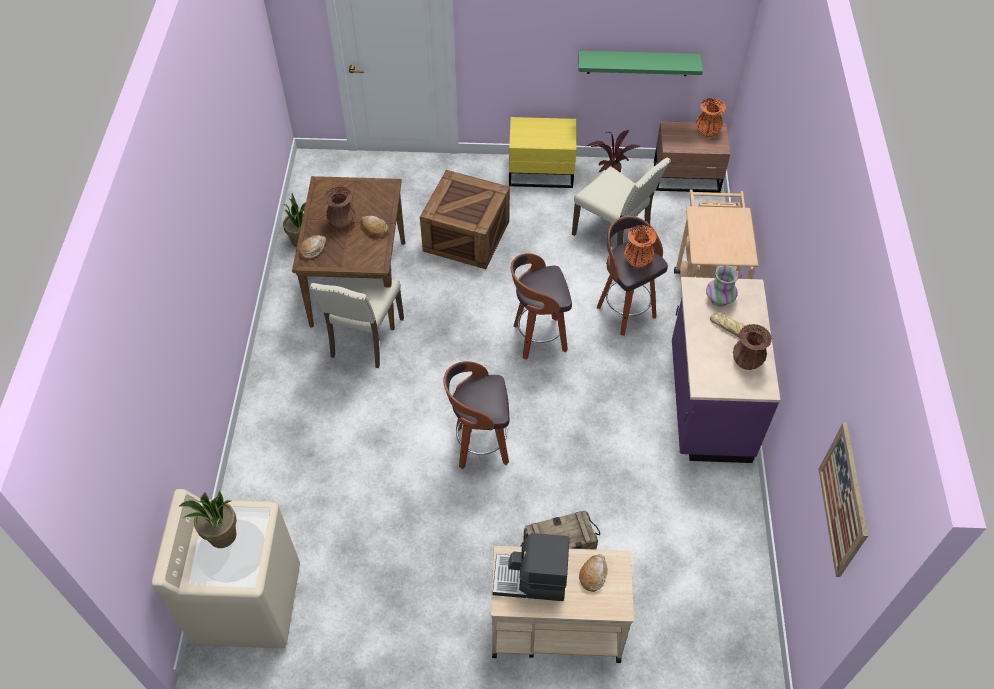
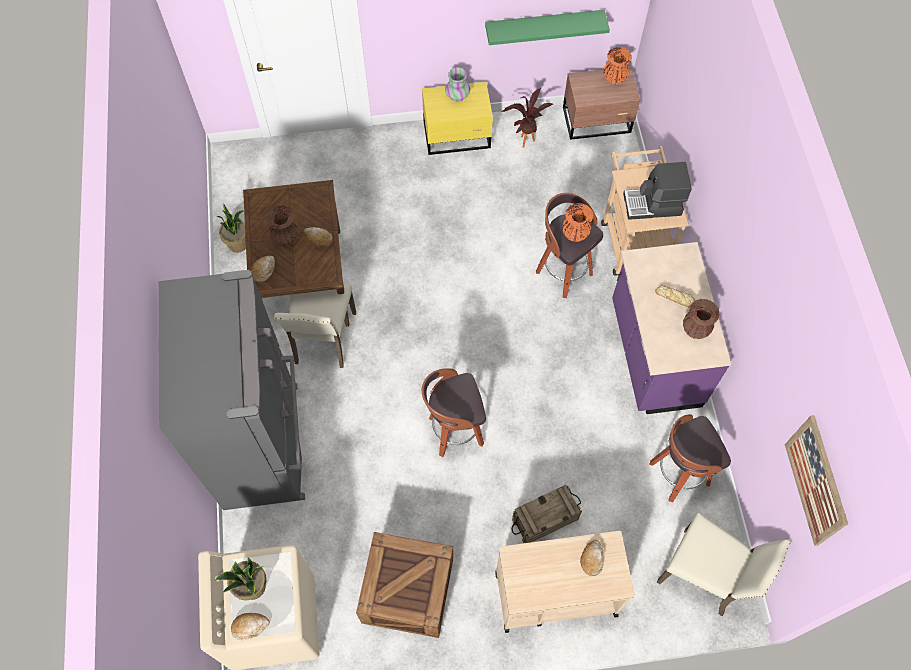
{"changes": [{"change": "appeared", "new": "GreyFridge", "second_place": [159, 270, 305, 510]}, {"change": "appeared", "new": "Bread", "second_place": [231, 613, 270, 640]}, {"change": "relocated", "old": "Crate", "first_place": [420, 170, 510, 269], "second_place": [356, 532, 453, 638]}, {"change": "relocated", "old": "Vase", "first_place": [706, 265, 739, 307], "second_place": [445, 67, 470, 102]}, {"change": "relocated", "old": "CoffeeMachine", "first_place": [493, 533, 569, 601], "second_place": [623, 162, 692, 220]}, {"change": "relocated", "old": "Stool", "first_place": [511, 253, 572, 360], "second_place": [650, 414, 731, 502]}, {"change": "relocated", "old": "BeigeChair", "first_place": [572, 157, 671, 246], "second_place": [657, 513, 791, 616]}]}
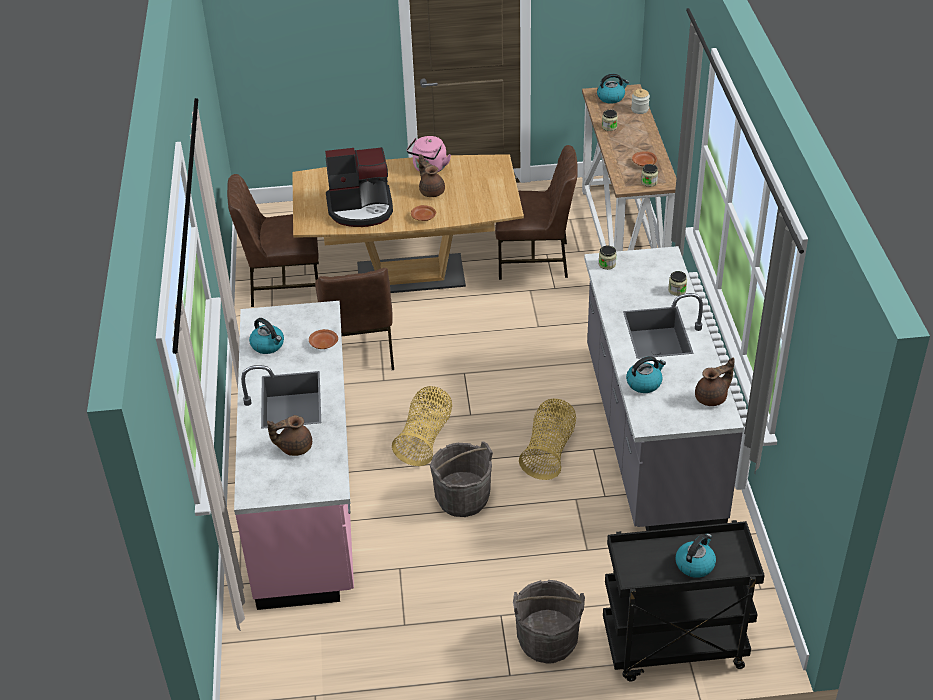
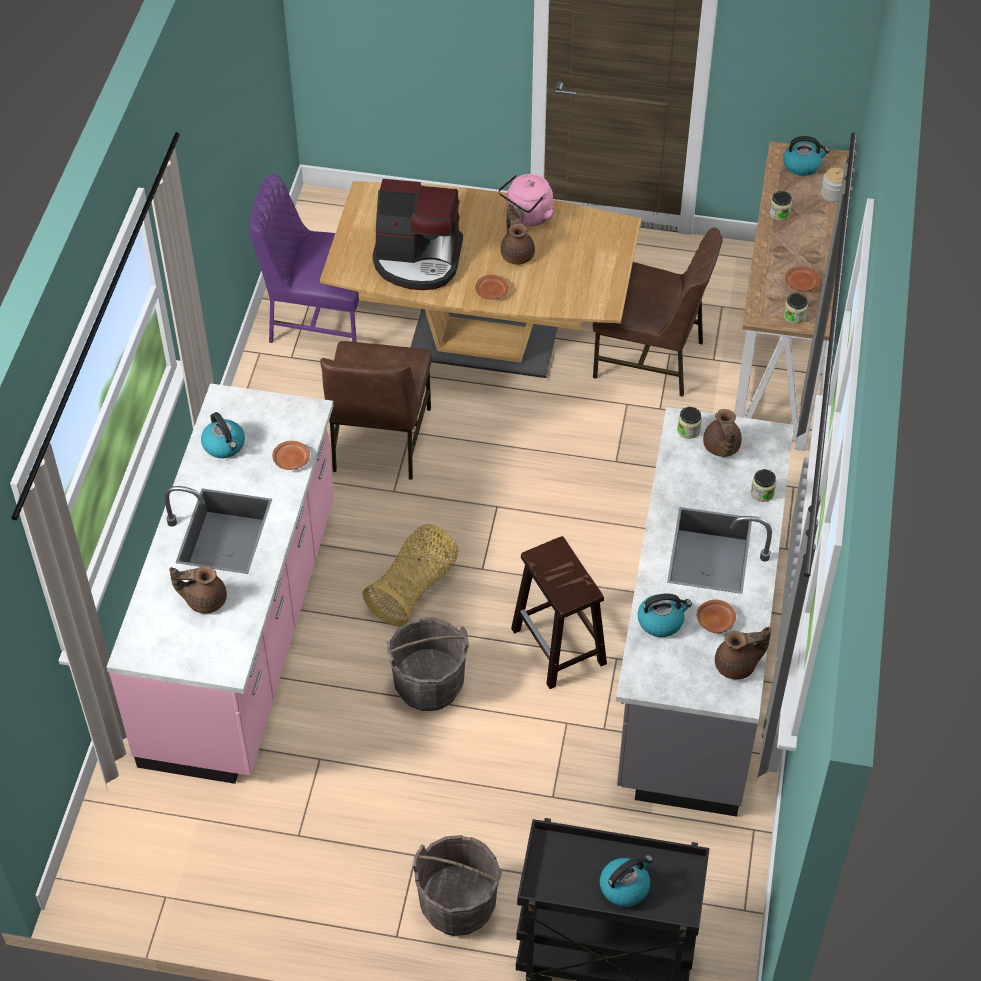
{"changes": [{"change": "colour", "old": "BrownChair", "new": "PurpleChair", "first_place": [227, 174, 319, 307], "second_place": [249, 174, 359, 343]}, {"change": "exchanged", "old": "Basket", "new": "BrownStool", "first_place": [519, 399, 576, 480], "second_place": [511, 536, 607, 689]}, {"change": "appeared", "new": "BrownPlate", "second_place": [697, 600, 736, 633]}, {"change": "appeared", "new": "BrownTeapot", "second_place": [703, 409, 742, 457]}]}
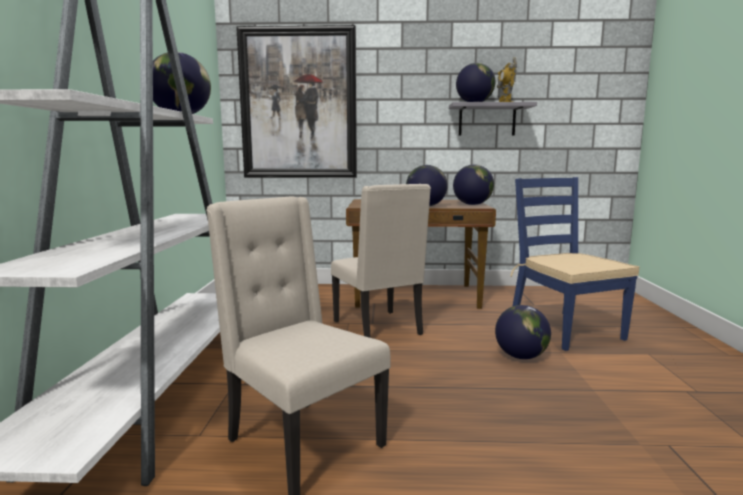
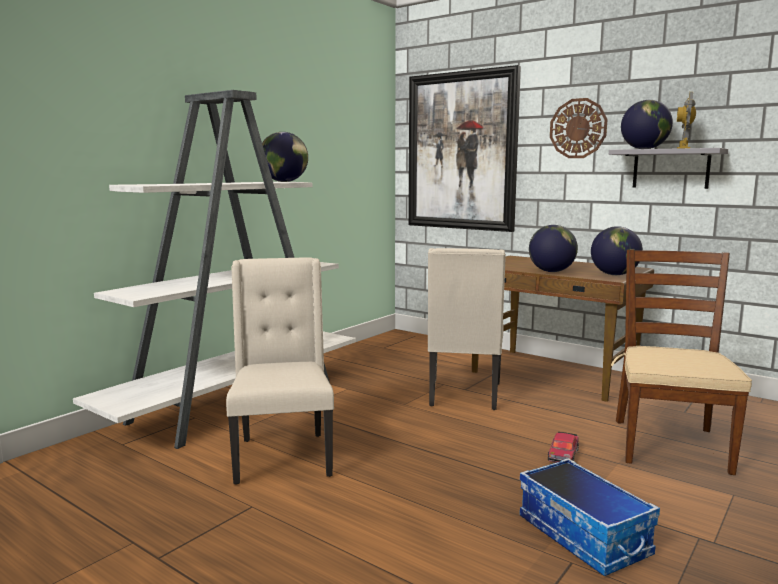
{"changes": [{"change": "appeared", "new": "StorageBox", "second_place": [520, 458, 660, 576]}, {"change": "exchanged", "old": "Globe", "new": "ToyCar", "first_place": [495, 305, 551, 359], "second_place": [548, 432, 579, 463]}, {"change": "appeared", "new": "WallClock", "second_place": [550, 98, 608, 158]}, {"change": "colour", "old": "BlueChair", "new": "BrownChair", "first_place": [510, 177, 639, 351], "second_place": [611, 250, 752, 475]}]}
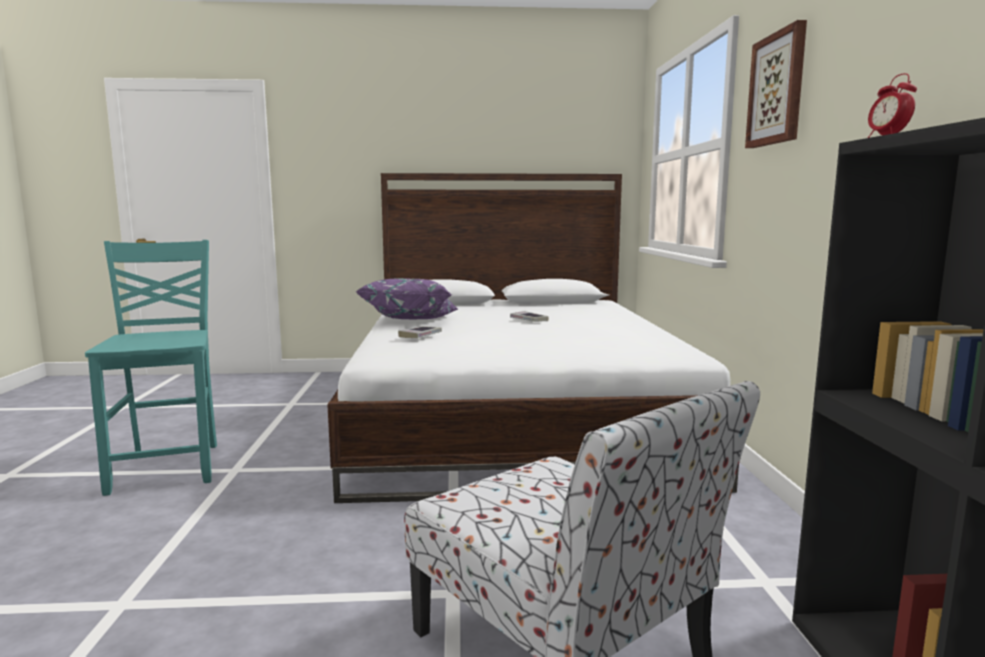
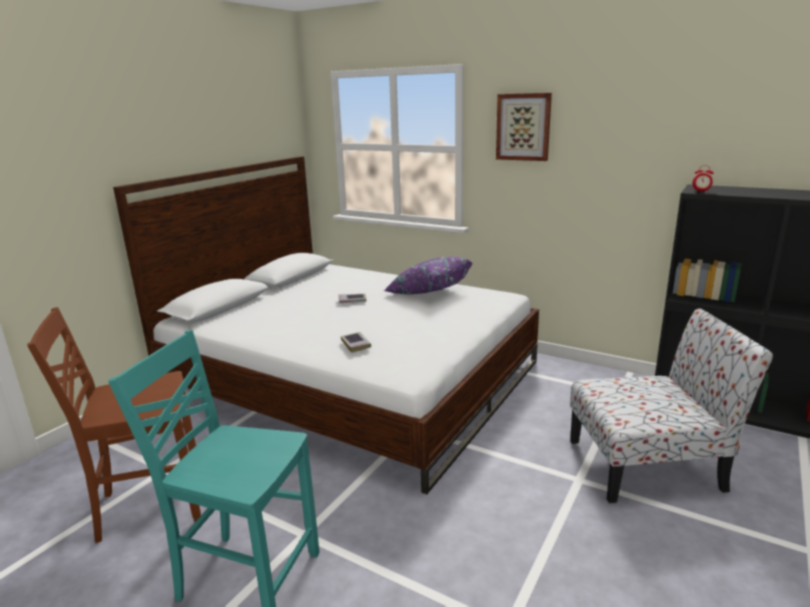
{"changes": [{"change": "appeared", "new": "BrownChair", "second_place": [27, 307, 201, 543]}, {"change": "relocated", "old": "PurplePillow", "first_place": [355, 279, 457, 319], "second_place": [384, 257, 473, 294]}]}
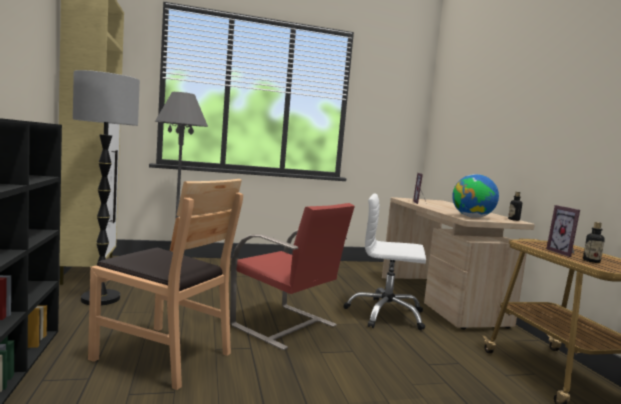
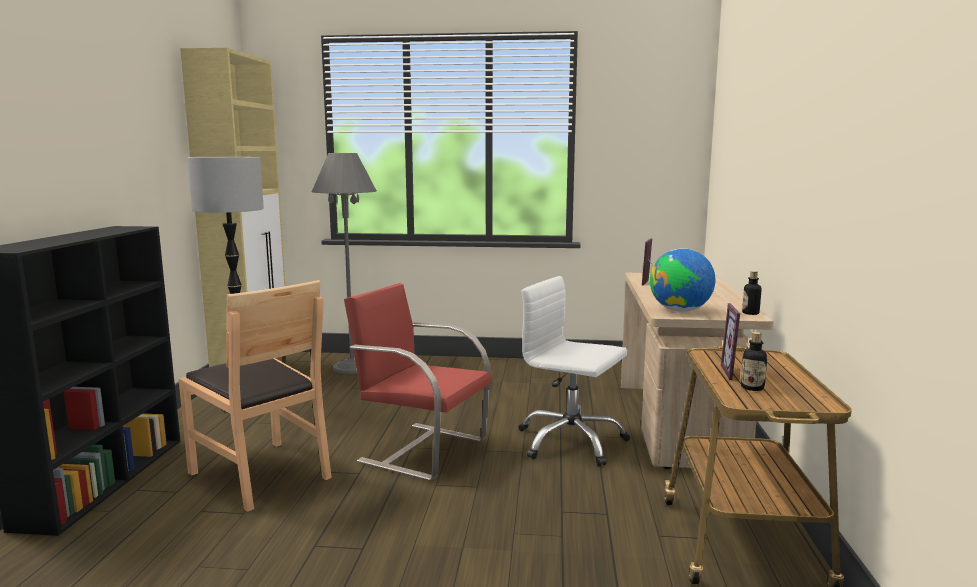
{"changes": [{"change": "spun", "old": "RedChair", "first_place": [230, 203, 355, 350], "second_place": [344, 283, 492, 481], "degrees": 150}]}
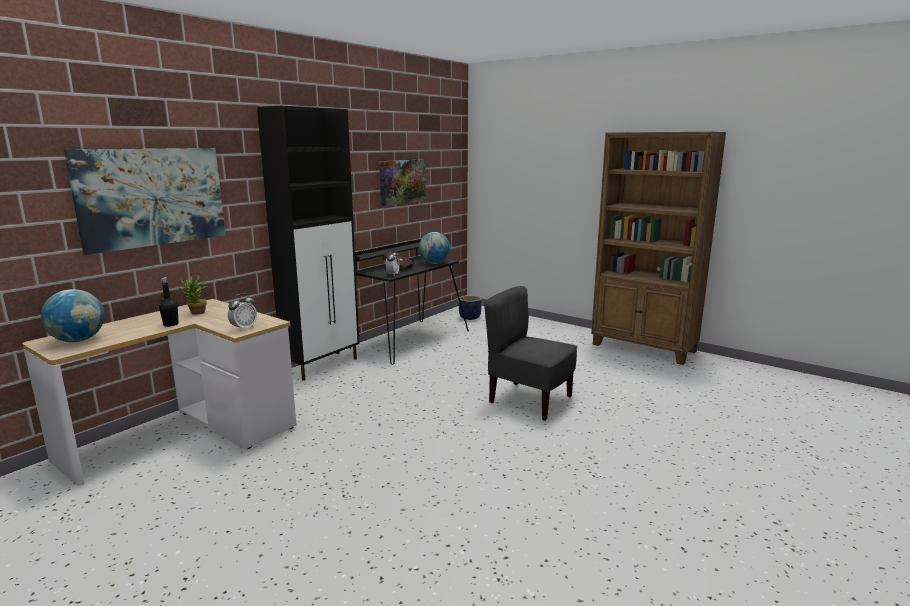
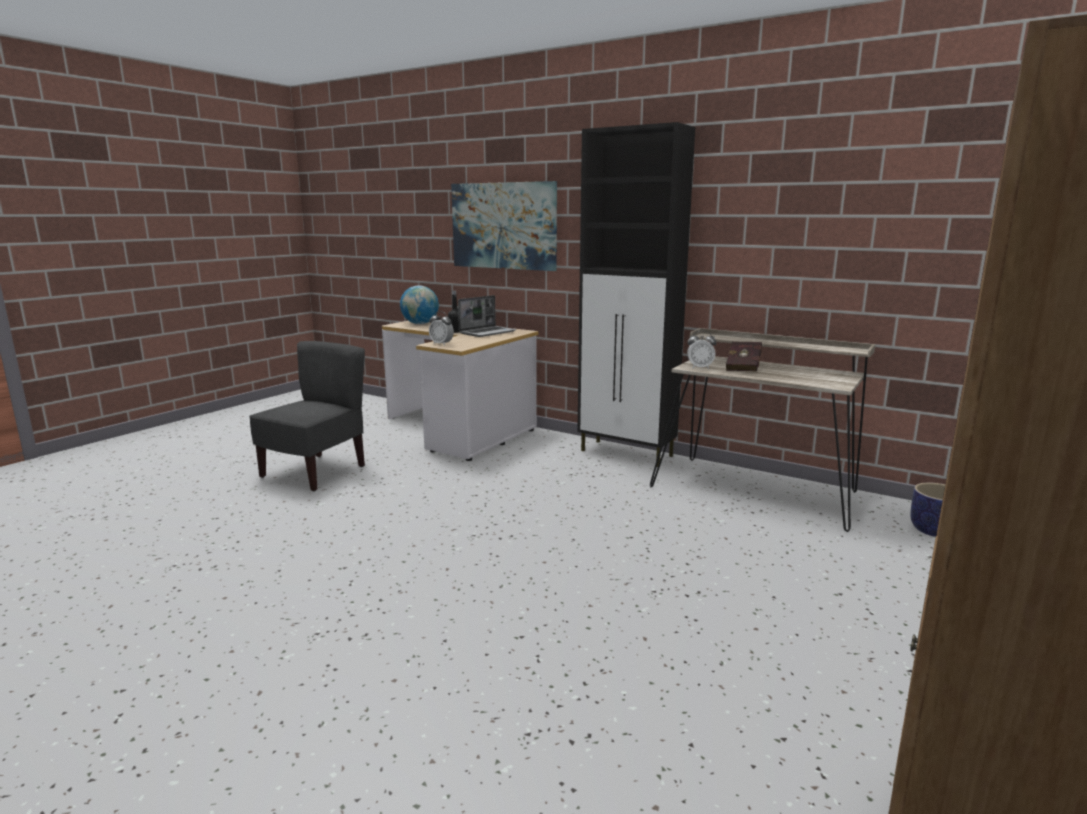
{"changes": [{"change": "relocated", "old": "GreyChair", "first_place": [484, 286, 577, 421], "second_place": [249, 341, 365, 491]}, {"change": "exchanged", "old": "PottedPlant", "new": "Laptop", "first_place": [178, 275, 208, 315], "second_place": [458, 295, 516, 337]}, {"change": "colour", "old": "BlackDesk", "new": "BeigeDesk", "first_place": [350, 239, 469, 365], "second_place": [650, 328, 875, 532]}, {"change": "missing", "old": "Picture", "first_place": [379, 159, 426, 206]}, {"change": "missing", "old": "Globe", "first_place": [419, 232, 450, 264]}]}
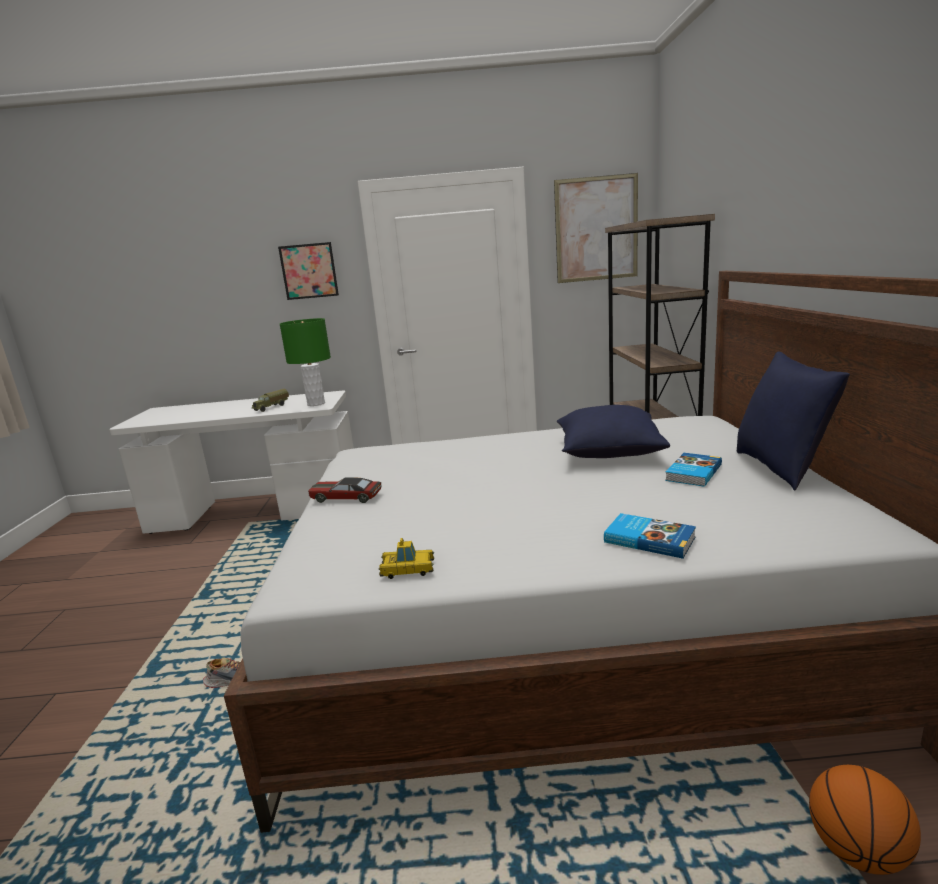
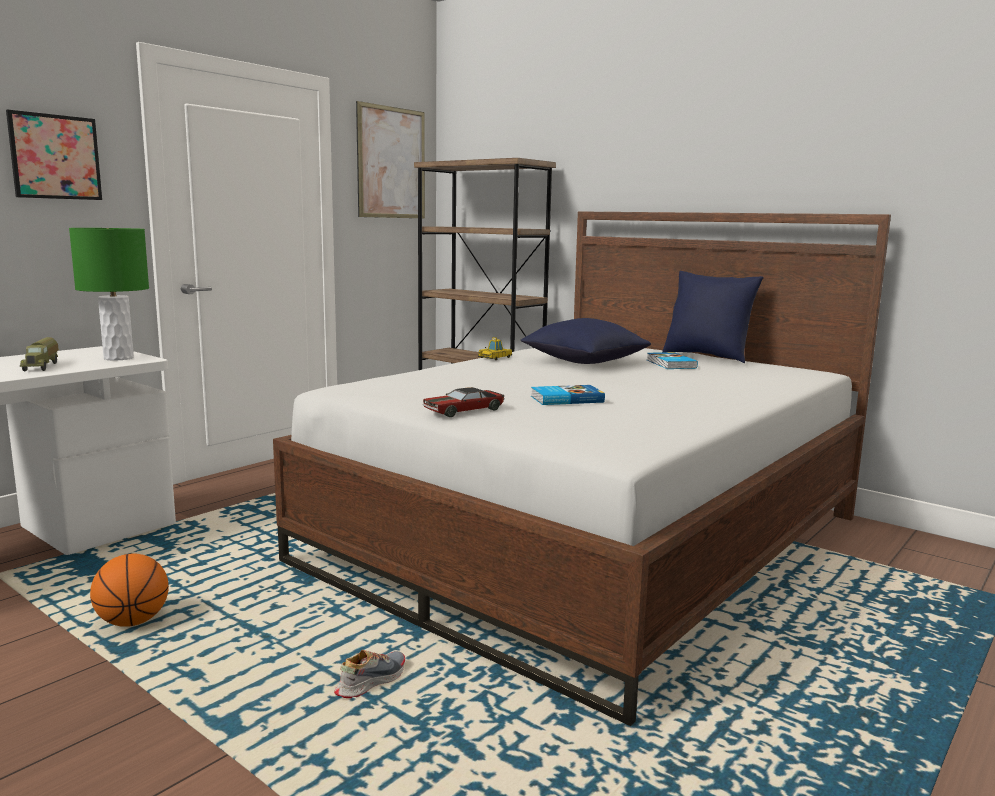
{"changes": [{"change": "relocated", "old": "Basketball", "first_place": [809, 765, 921, 875], "second_place": [90, 554, 169, 627]}, {"change": "relocated", "old": "ToyCar", "first_place": [379, 538, 434, 579], "second_place": [478, 337, 512, 360]}, {"change": "relocated", "old": "Book", "first_place": [604, 513, 696, 559], "second_place": [531, 385, 605, 405]}]}
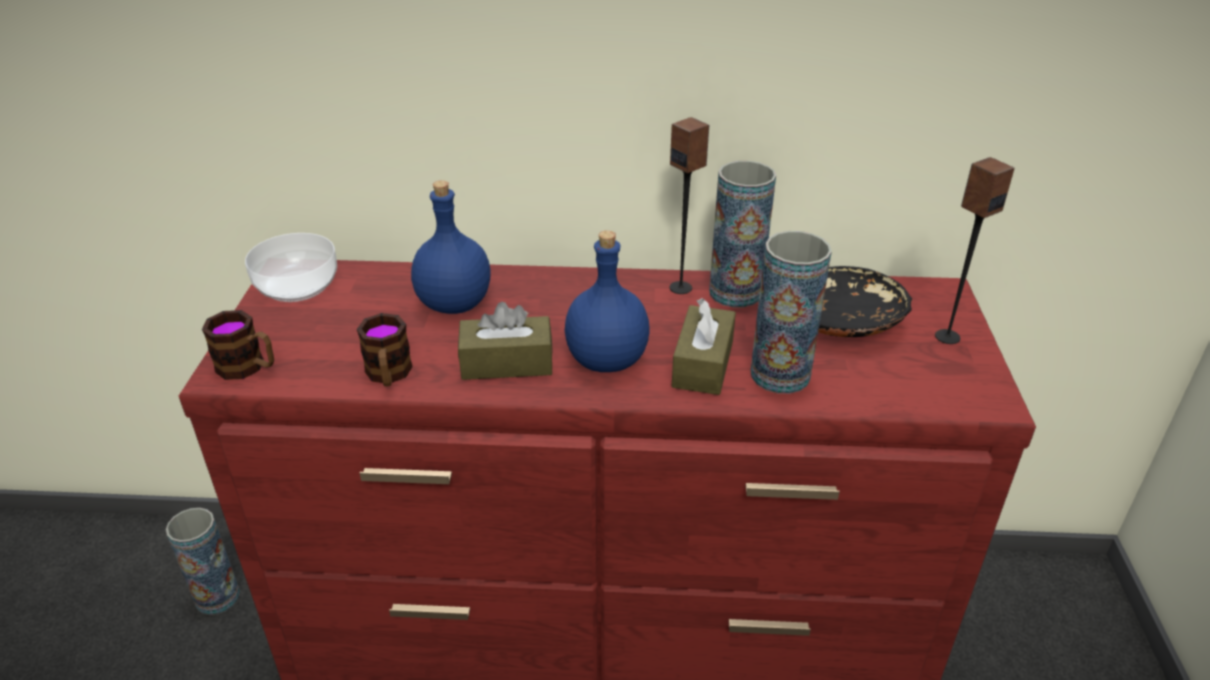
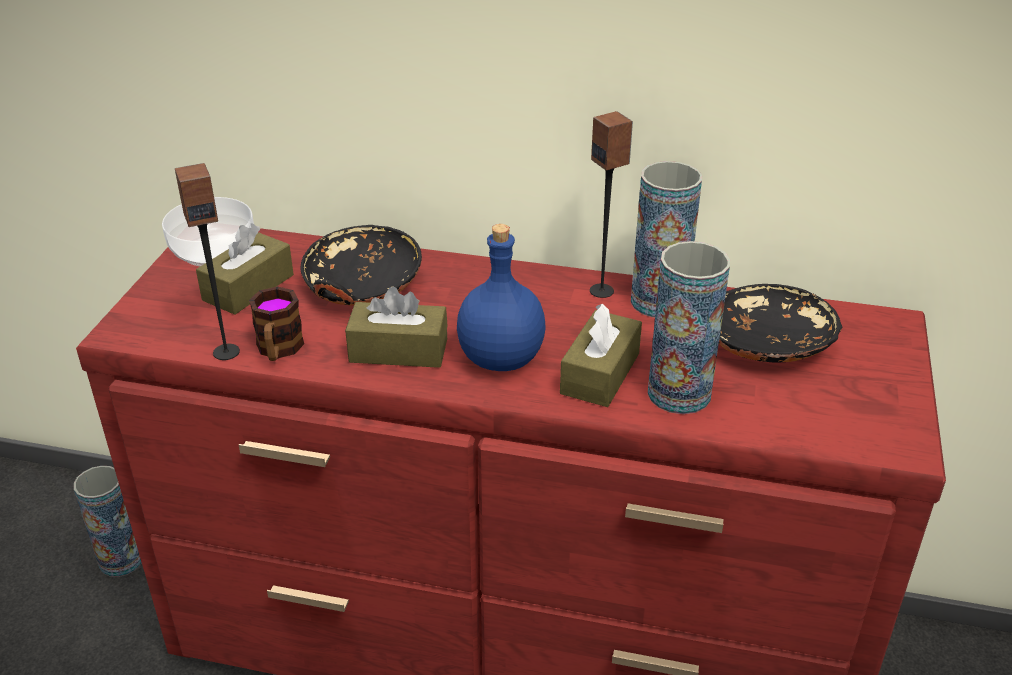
{"changes": [{"change": "relocated", "old": "Speaker", "first_place": [935, 157, 1015, 344], "second_place": [175, 163, 240, 360]}, {"change": "appeared", "new": "BrownTissueBox", "second_place": [196, 223, 294, 315]}, {"change": "exchanged", "old": "BlueBottle", "new": "BlackBowl", "first_place": [411, 180, 491, 314], "second_place": [300, 225, 422, 305]}, {"change": "missing", "old": "Mug", "first_place": [202, 310, 274, 380]}]}
